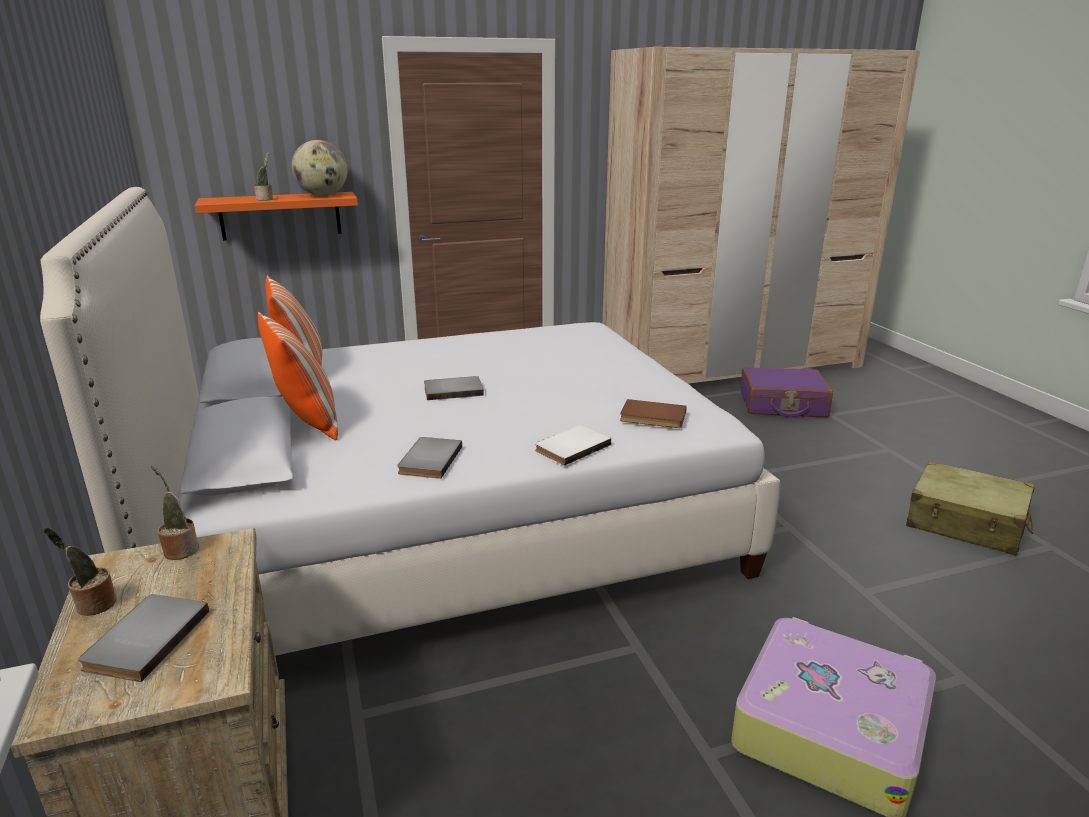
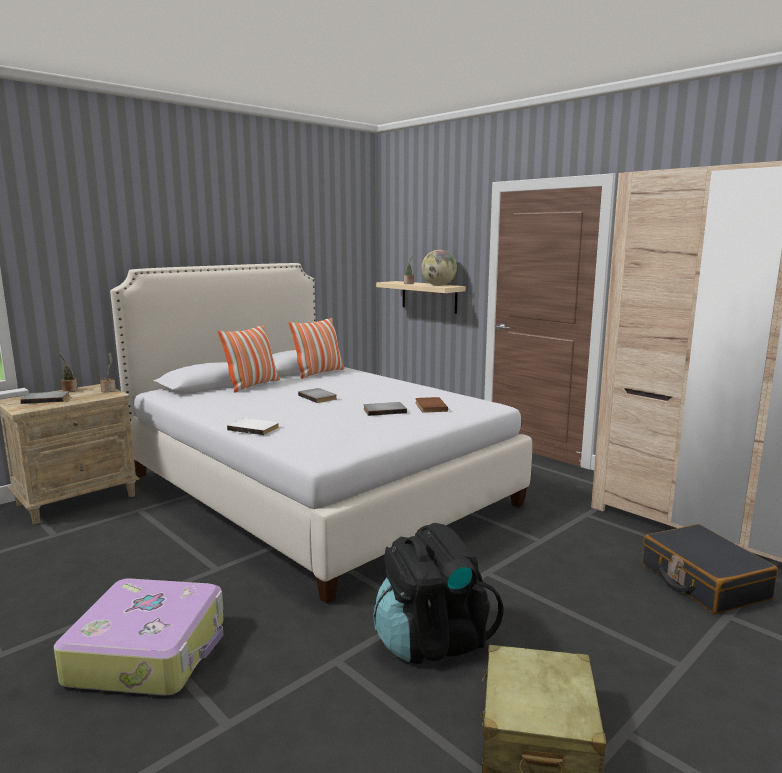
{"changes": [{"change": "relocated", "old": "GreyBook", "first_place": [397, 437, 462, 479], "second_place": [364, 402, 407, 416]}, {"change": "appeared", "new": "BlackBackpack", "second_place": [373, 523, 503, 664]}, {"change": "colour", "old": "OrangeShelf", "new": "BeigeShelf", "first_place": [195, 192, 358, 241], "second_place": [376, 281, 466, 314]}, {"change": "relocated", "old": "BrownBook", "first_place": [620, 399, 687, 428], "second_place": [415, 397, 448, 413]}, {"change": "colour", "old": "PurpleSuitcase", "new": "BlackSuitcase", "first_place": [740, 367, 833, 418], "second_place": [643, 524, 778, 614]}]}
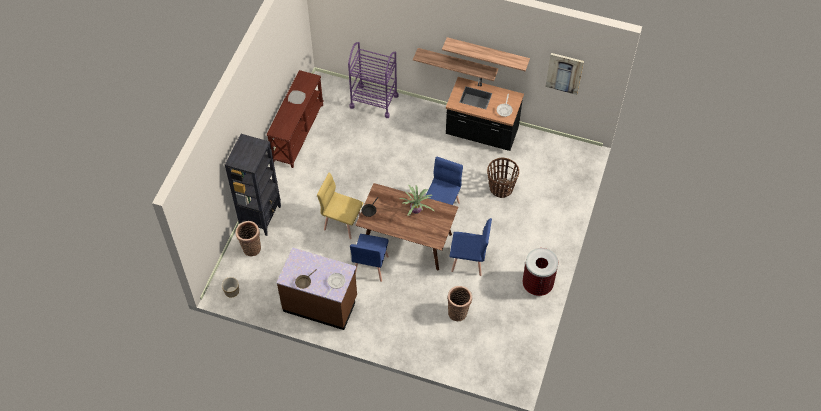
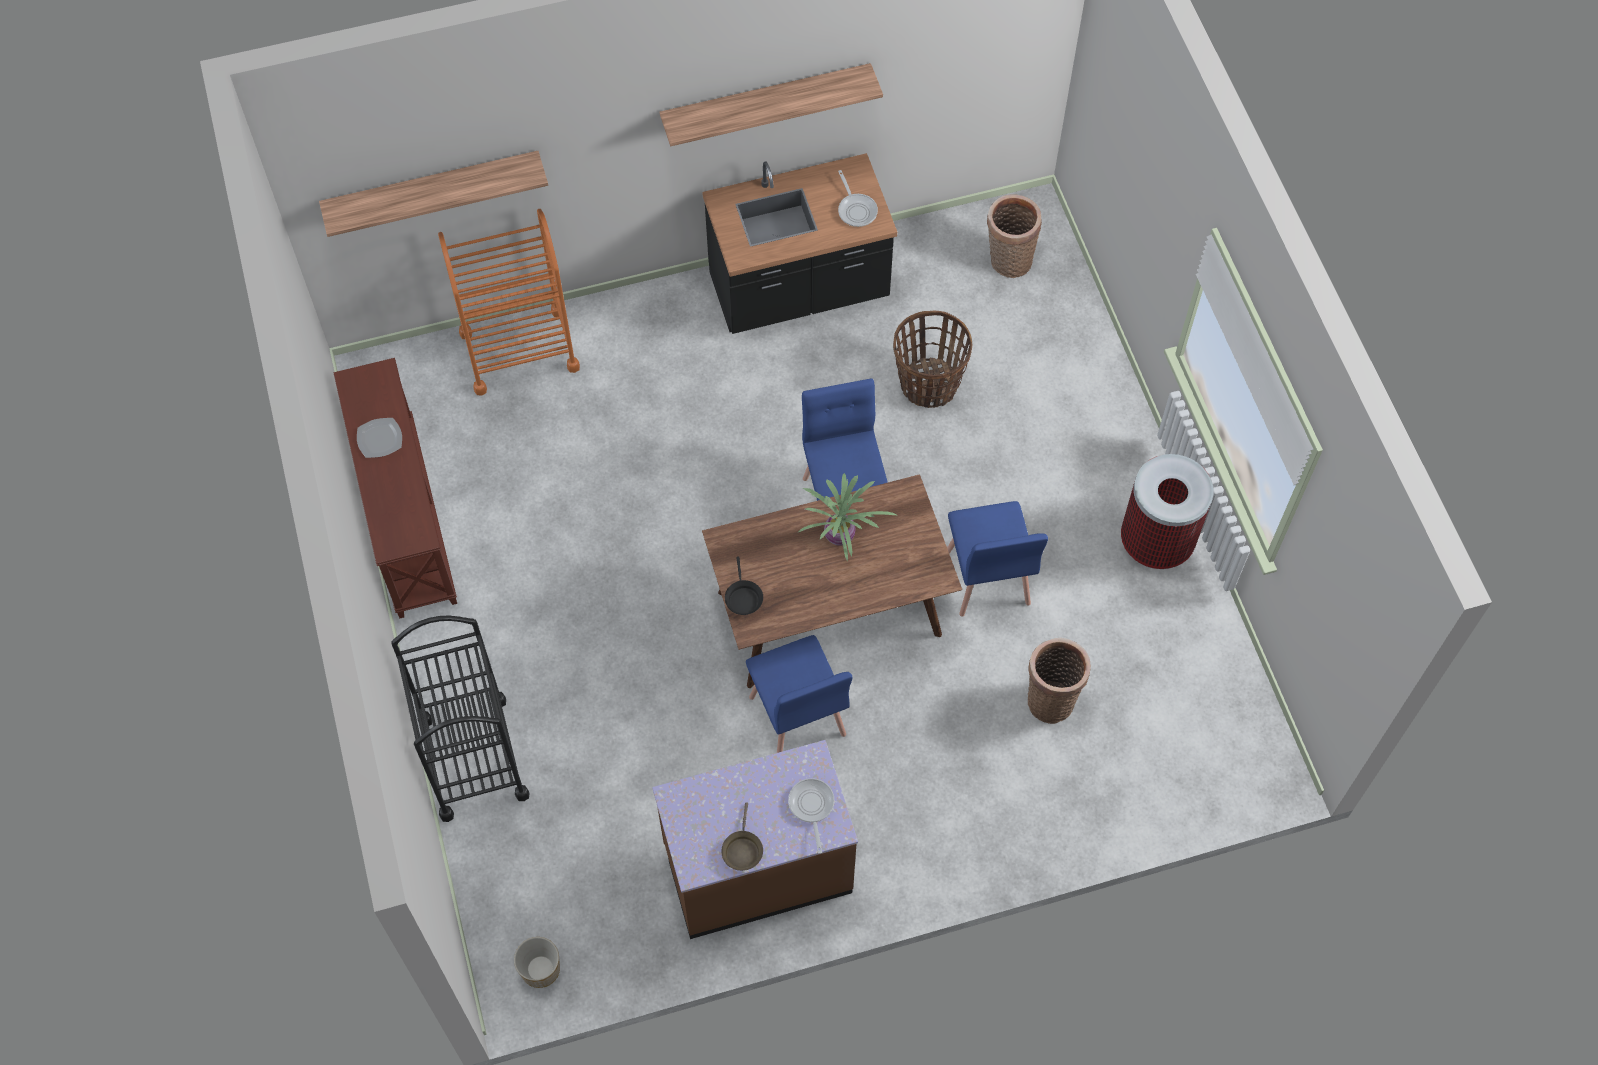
{"changes": [{"change": "relocated", "old": "Shelf", "first_place": [413, 48, 498, 81], "second_place": [319, 151, 548, 237]}, {"change": "exchanged", "old": "BlackBookcase", "new": "BlackCart", "first_place": [225, 134, 281, 236], "second_place": [391, 616, 529, 822]}, {"change": "colour", "old": "PurpleCart", "new": "OrangeCart", "first_place": [348, 42, 398, 118], "second_place": [438, 209, 580, 395]}, {"change": "spun", "old": "BlueChair", "first_place": [449, 218, 492, 276], "second_place": [947, 501, 1048, 616], "degrees": 105}, {"change": "relocated", "old": "Basket", "first_place": [235, 221, 261, 256], "second_place": [987, 195, 1042, 278]}, {"change": "missing", "old": "YellowChair", "first_place": [317, 173, 363, 239]}, {"change": "missing", "old": "Picture", "first_place": [545, 53, 584, 95]}]}
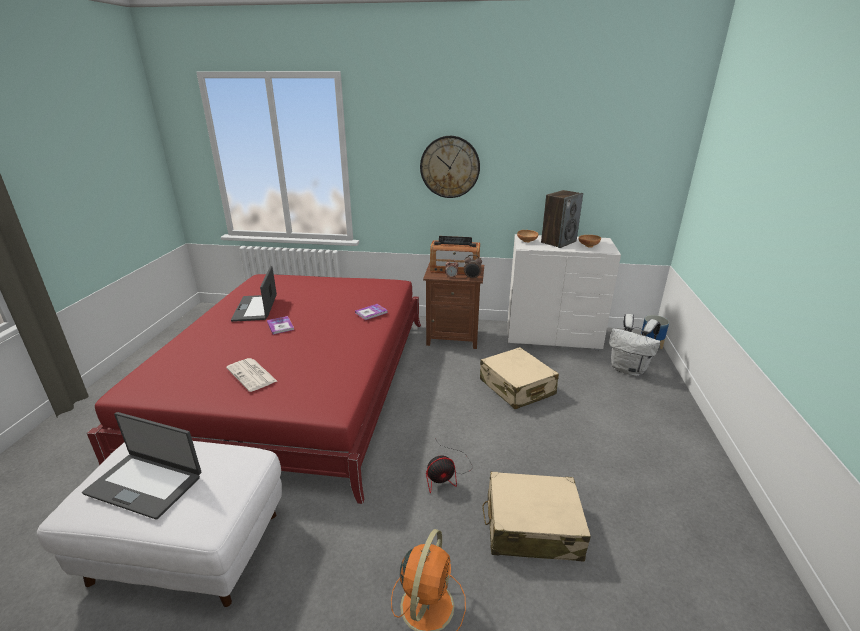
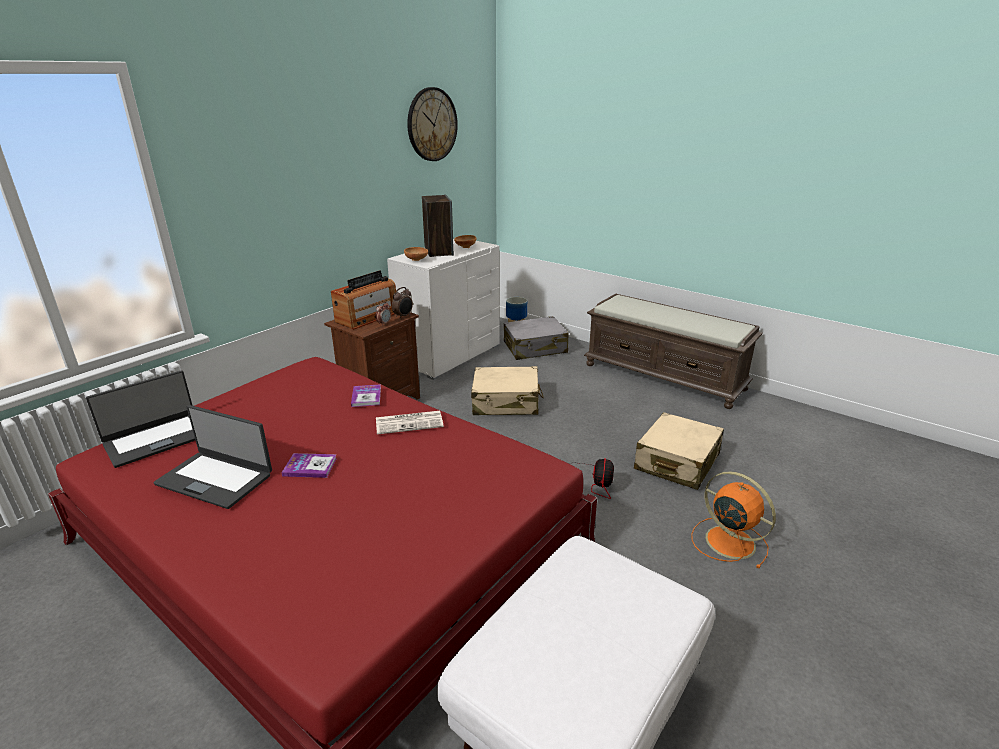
{"changes": [{"change": "relocated", "old": "Laptop", "first_place": [82, 412, 201, 520], "second_place": [86, 370, 196, 468]}, {"change": "relocated", "old": "Newspaper", "first_place": [226, 358, 277, 392], "second_place": [376, 411, 444, 434]}, {"change": "relocated", "old": "WallClock", "first_place": [420, 136, 480, 198], "second_place": [407, 87, 458, 161]}, {"change": "exchanged", "old": "WhiteBackpack", "new": "GreySuitcase", "first_place": [609, 314, 661, 376], "second_place": [504, 316, 569, 360]}, {"change": "appeared", "new": "BrownBench", "second_place": [584, 294, 763, 409]}]}
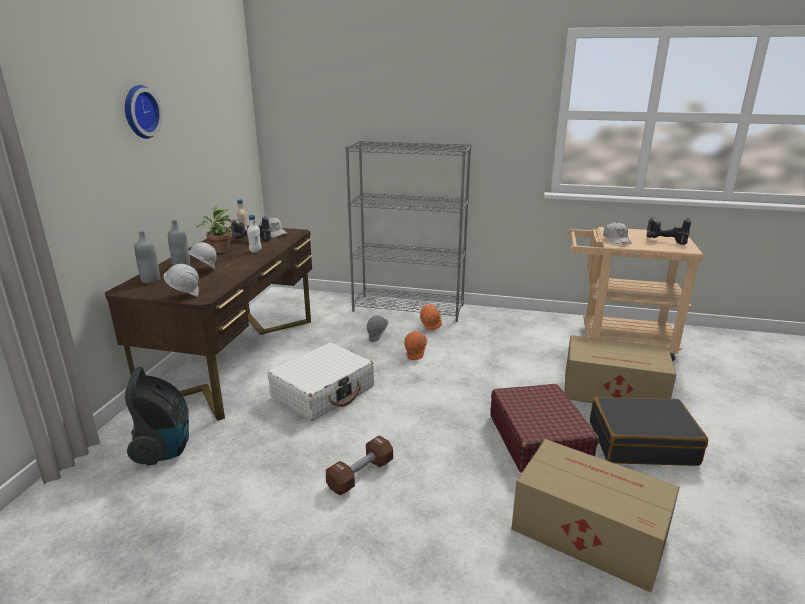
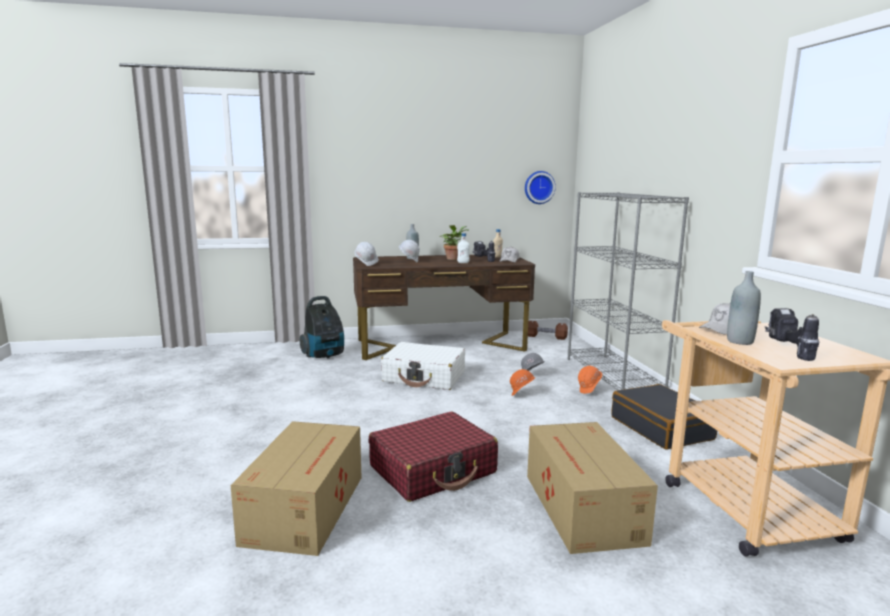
{"changes": [{"change": "relocated", "old": "WallClock", "first_place": [125, 85, 163, 139], "second_place": [525, 171, 556, 204]}, {"change": "relocated", "old": "BrownDumbbell", "first_place": [326, 435, 393, 495], "second_place": [528, 321, 568, 340]}, {"change": "relocated", "old": "BlackSuitcase", "first_place": [590, 397, 708, 466], "second_place": [611, 384, 717, 449]}, {"change": "relocated", "old": "GreyBottle", "first_place": [135, 231, 160, 283], "second_place": [727, 271, 761, 345]}]}
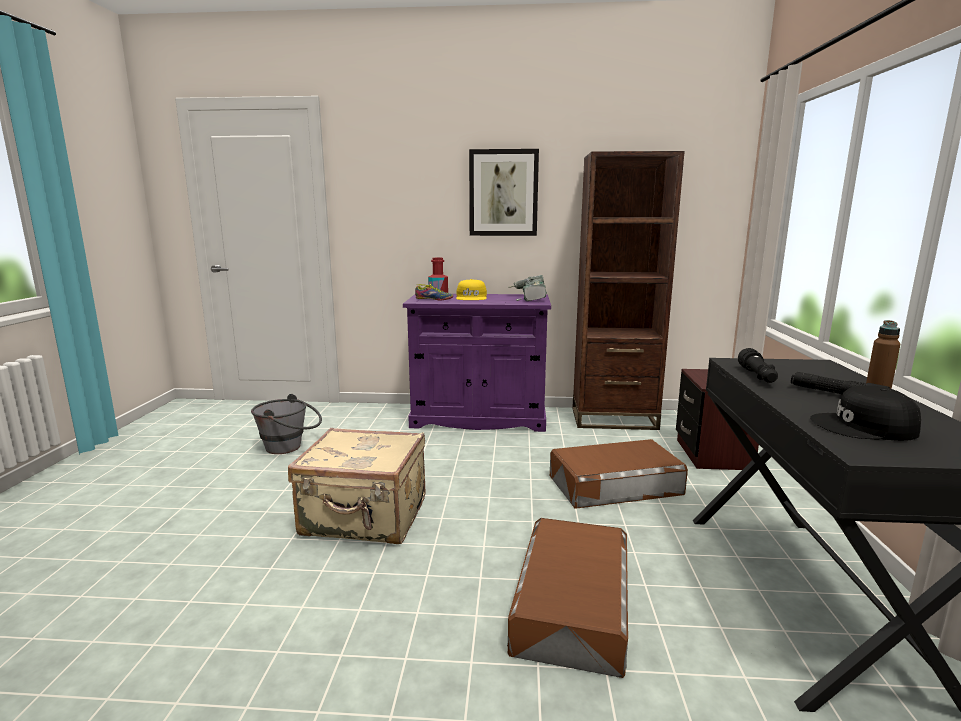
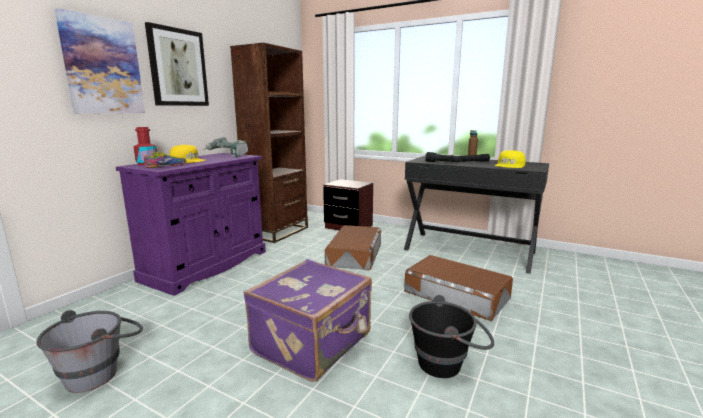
{"changes": [{"change": "appeared", "new": "Picture", "second_place": [54, 8, 145, 114]}, {"change": "colour", "old": "BeigeSuitcase", "new": "PurpleSuitcase", "first_place": [288, 428, 425, 544], "second_place": [243, 259, 372, 382]}, {"change": "appeared", "new": "BlackBucket", "second_place": [409, 295, 494, 378]}, {"change": "colour", "old": "BlackCap", "new": "YellowCap", "first_place": [810, 385, 921, 441], "second_place": [495, 150, 526, 168]}]}
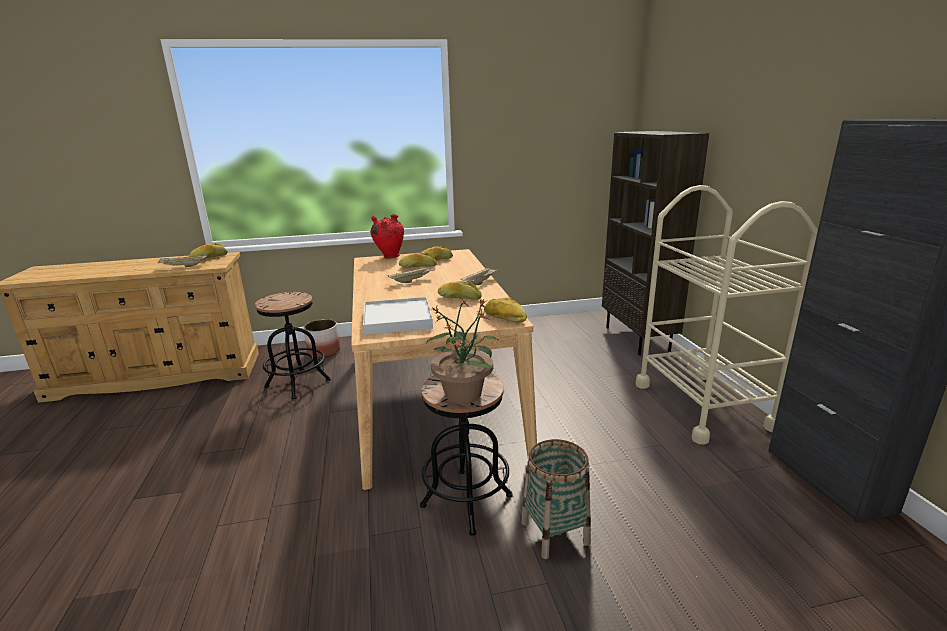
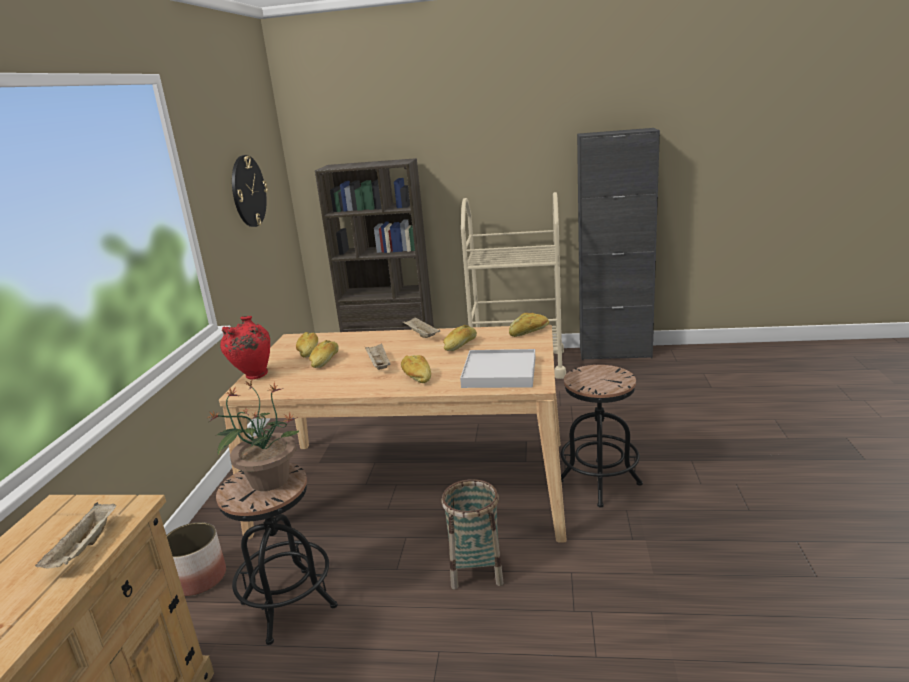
{"changes": [{"change": "relocated", "old": "PottedPlant", "first_place": [426, 296, 498, 404], "second_place": [209, 380, 299, 491]}, {"change": "appeared", "new": "WallClock", "second_place": [232, 155, 268, 227]}, {"change": "relocated", "old": "Bread", "first_place": [189, 243, 228, 259], "second_place": [401, 355, 431, 383]}, {"change": "relocated", "old": "Basket", "first_place": [521, 439, 591, 559], "second_place": [441, 479, 504, 590]}]}
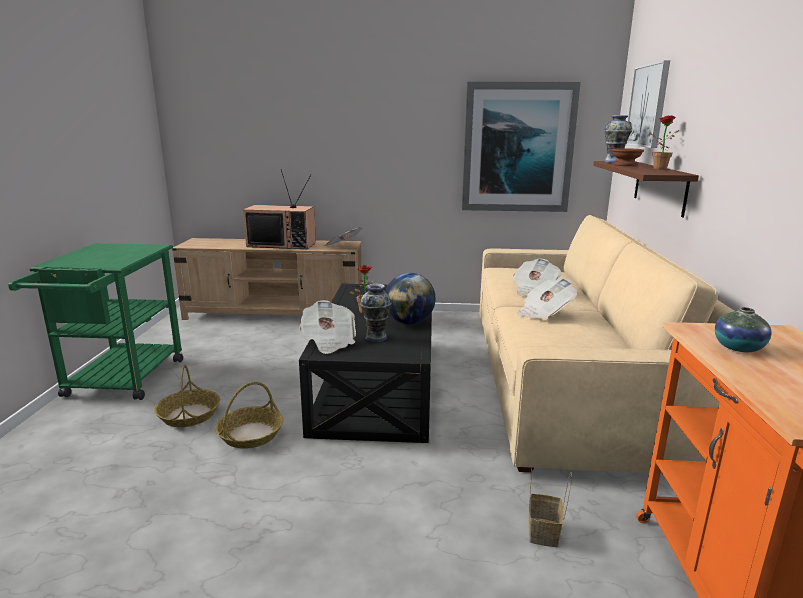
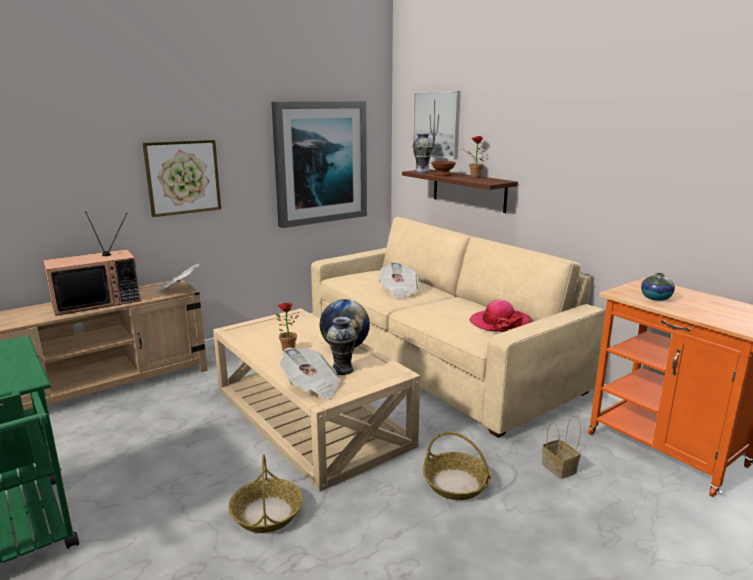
{"changes": [{"change": "appeared", "new": "Picture", "second_place": [142, 140, 221, 217]}, {"change": "colour", "old": "BlackCoffeeTable", "new": "BeigeCoffeeTable", "first_place": [299, 284, 432, 443], "second_place": [213, 308, 420, 492]}, {"change": "relocated", "old": "Basket", "first_place": [154, 365, 220, 427], "second_place": [423, 432, 491, 500]}, {"change": "appeared", "new": "Hat", "second_place": [469, 300, 530, 332]}, {"change": "missing", "old": "Newspaper", "first_place": [517, 279, 577, 320]}]}
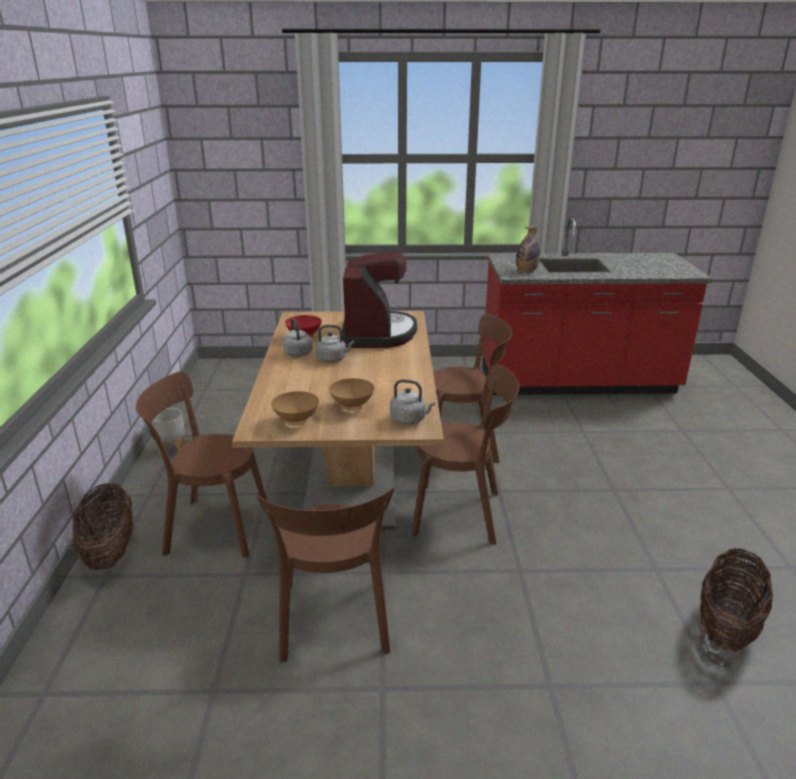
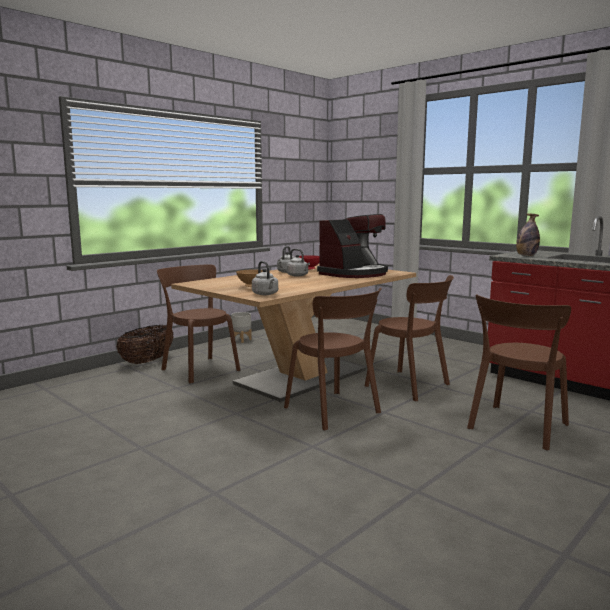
{"changes": [{"change": "relocated", "old": "BrownChair", "first_place": [257, 487, 394, 663], "second_place": [467, 294, 571, 451]}, {"change": "missing", "old": "BrownBowl", "first_place": [271, 391, 319, 425]}, {"change": "missing", "old": "Basket", "first_place": [700, 548, 773, 652]}]}
